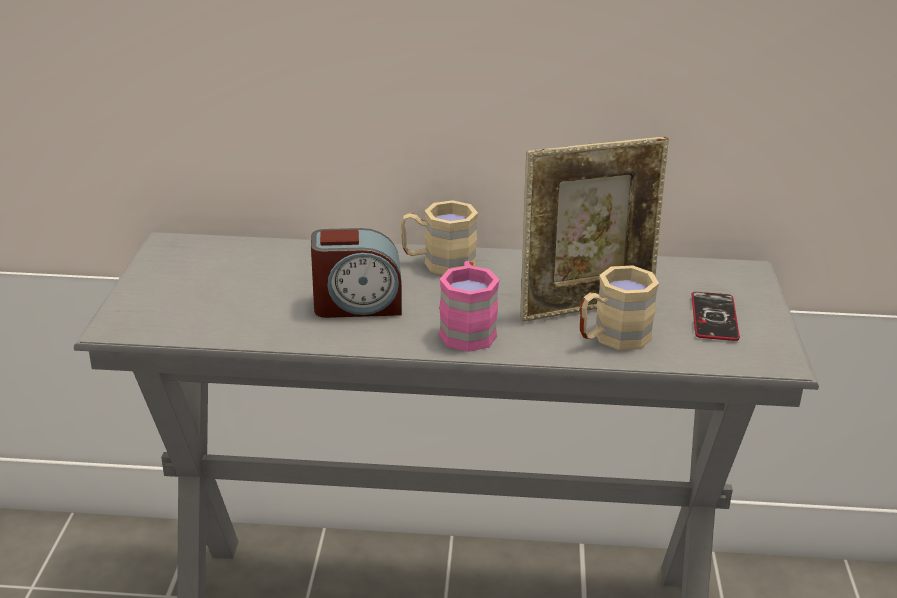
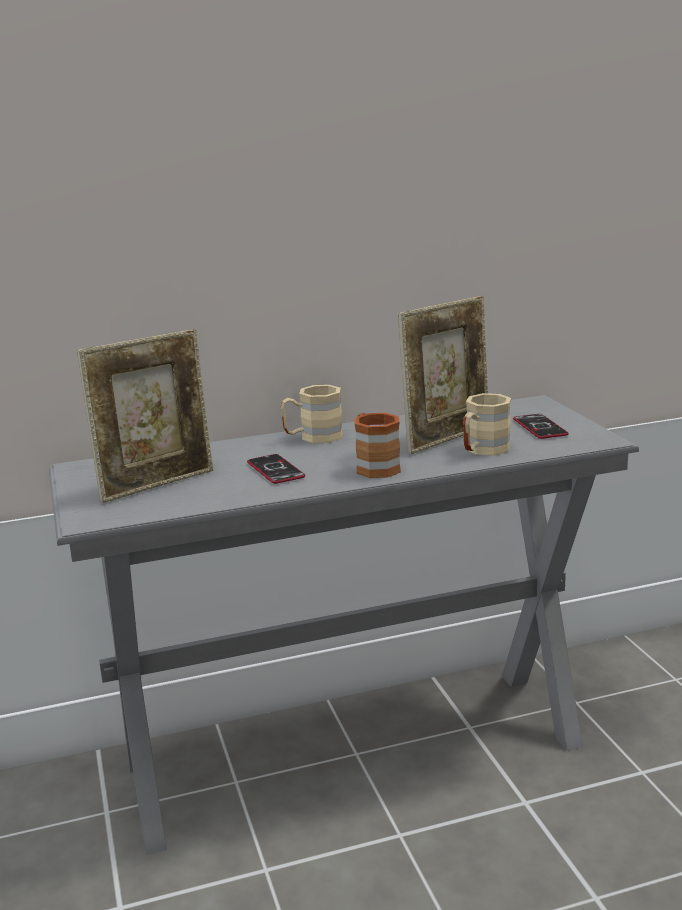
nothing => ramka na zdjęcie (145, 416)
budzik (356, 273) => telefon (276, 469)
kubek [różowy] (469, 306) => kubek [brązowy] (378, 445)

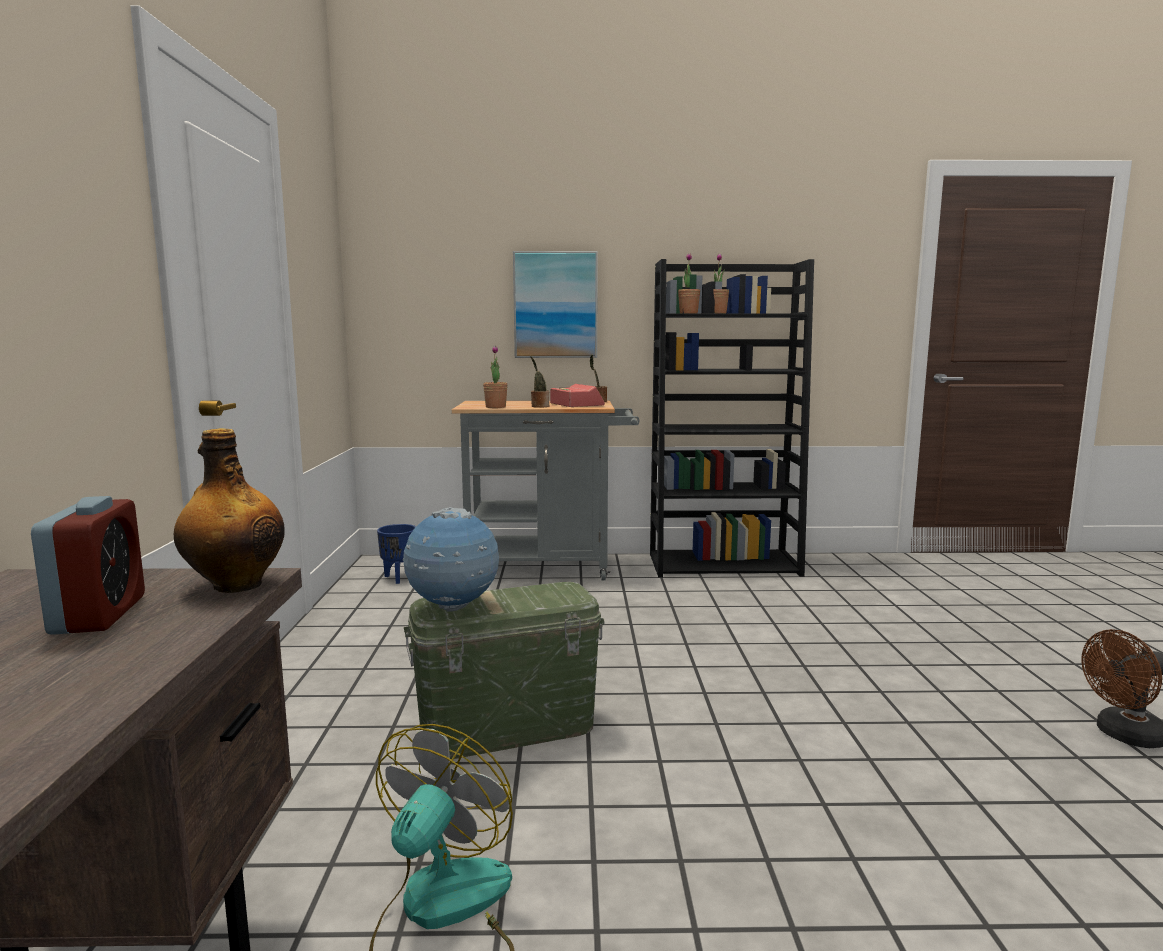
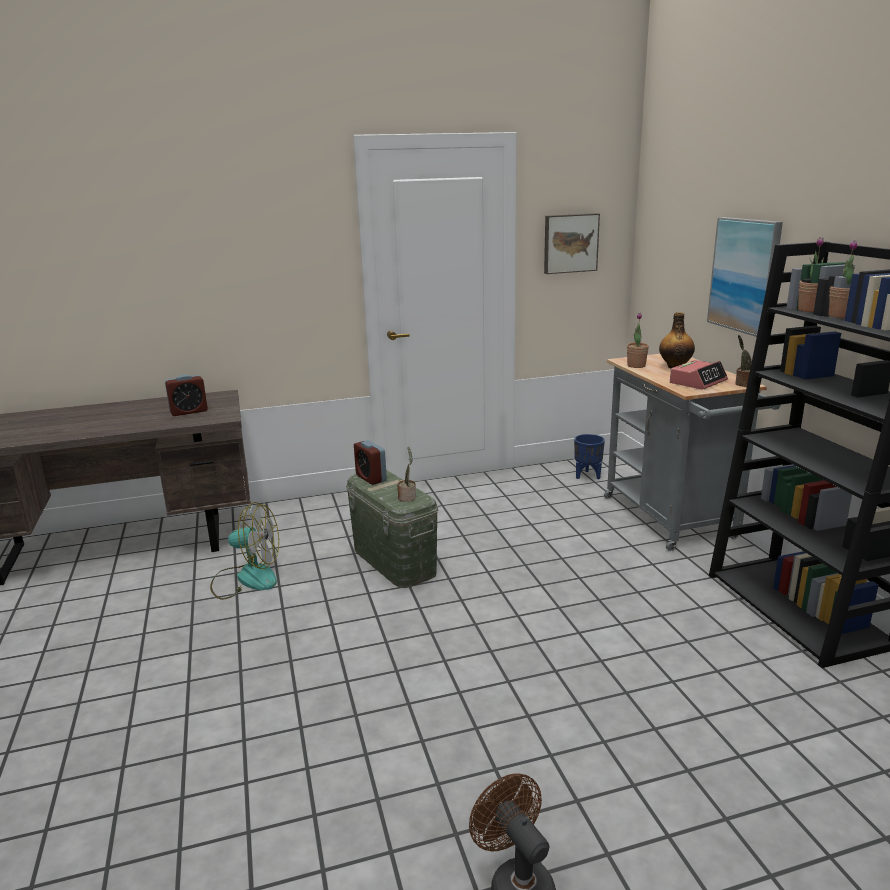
nothing => obraz (572, 243)
butelka (229, 510) => butelka (677, 340), moved
roślina doniczkowa (539, 382) => roślina doniczkowa (406, 474), moved
globus (451, 559) => budzik (370, 462)

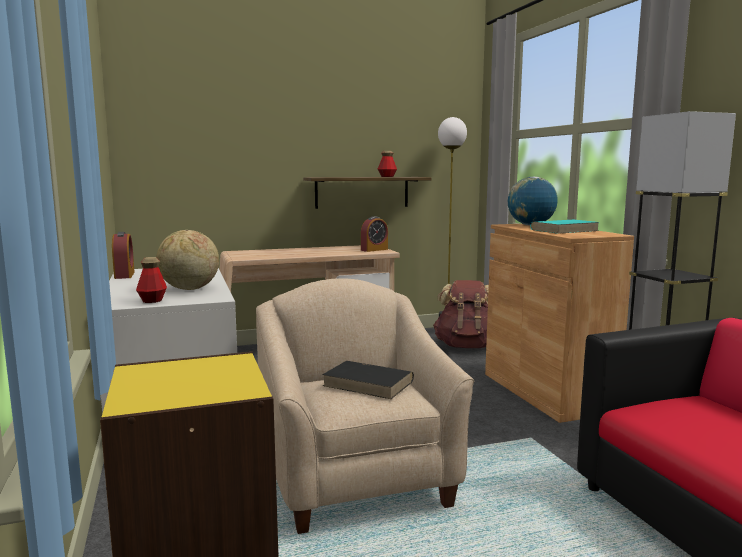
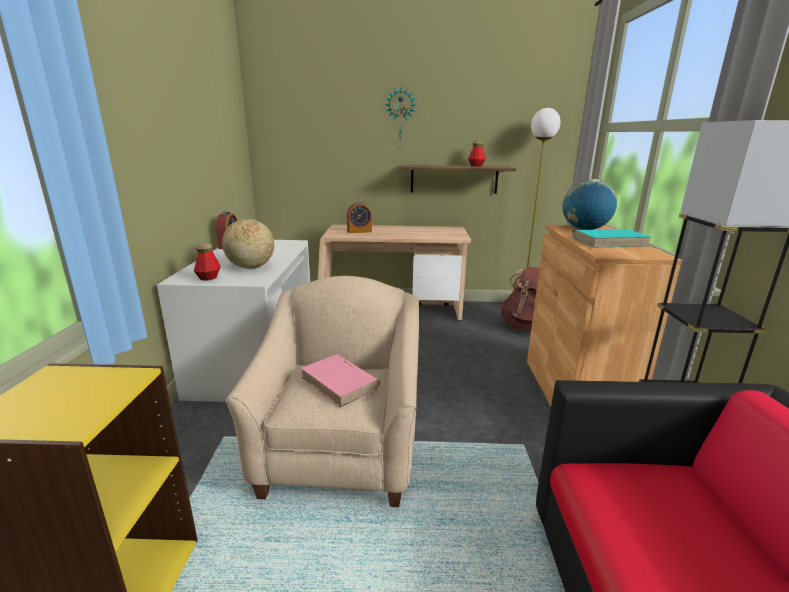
nothing => zegar ścienny (400, 117)
budzik (374, 234) => budzik (359, 217), moved
książka [czarny] (368, 380) => książka [różowy] (341, 381)

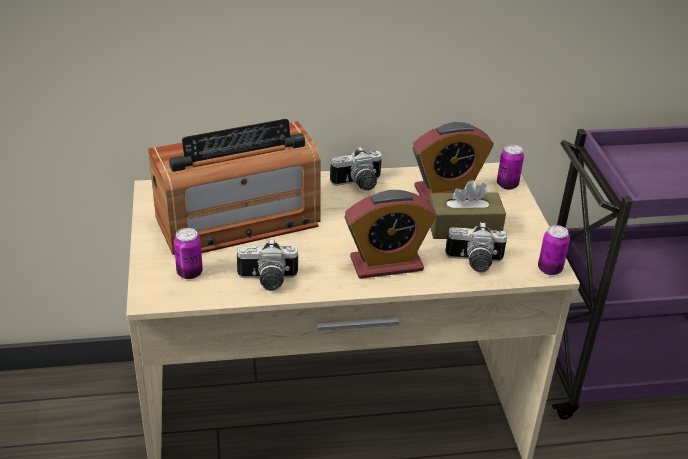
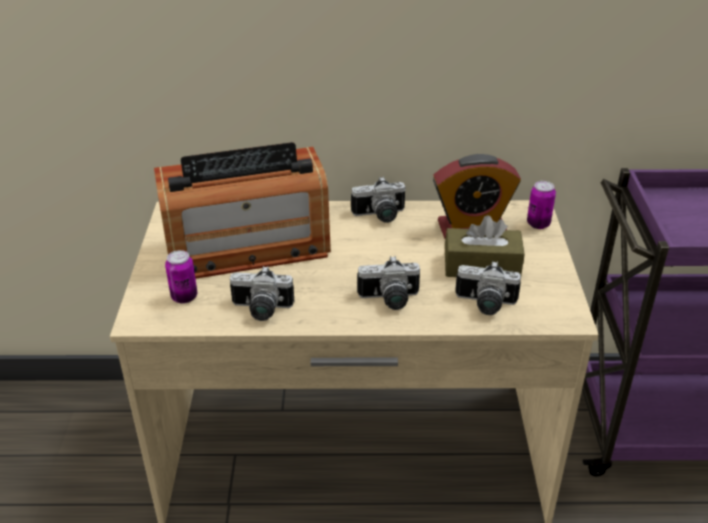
puszka (554, 250) => nothing
budzik (390, 234) => aparat fotograficzny (388, 283)

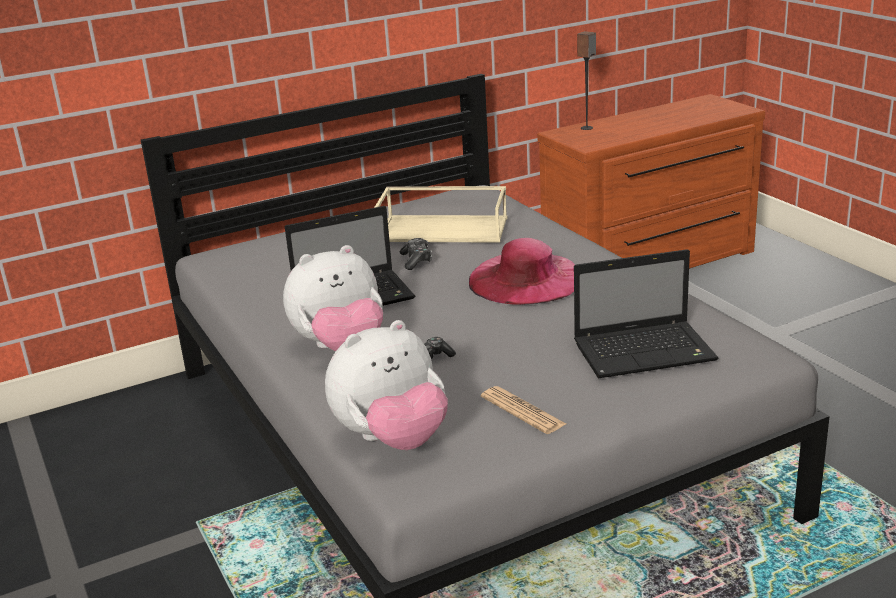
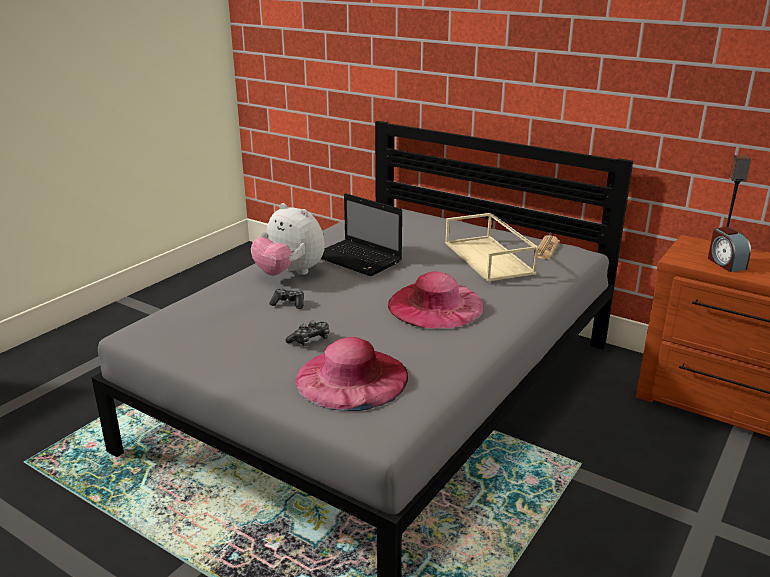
pluszak (386, 385) => nothing
nothing => budzik (729, 249)
pad do gier (416, 254) => pad do gier (307, 333), moved
gazeta (523, 410) => gazeta (546, 247), moved
laptop (646, 313) => kapelusz [różowy] (352, 374)

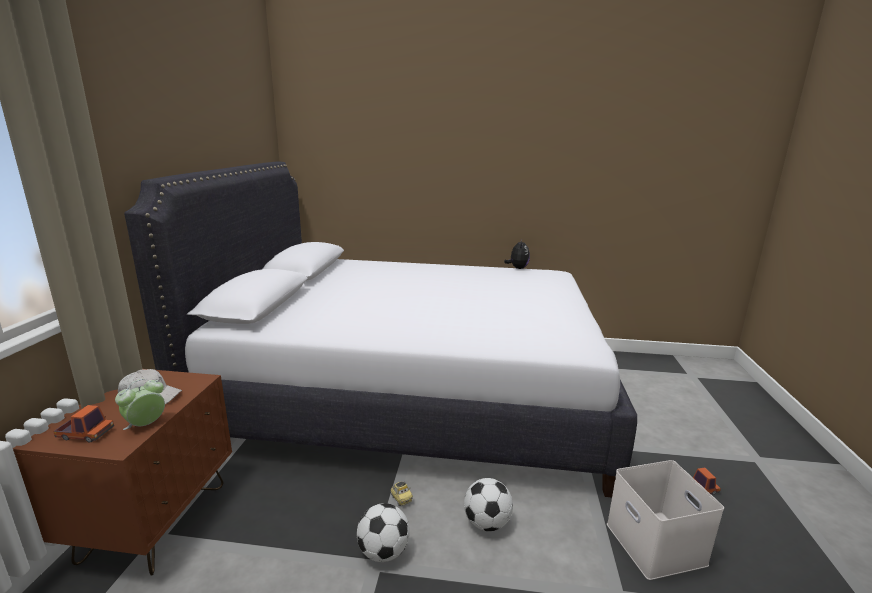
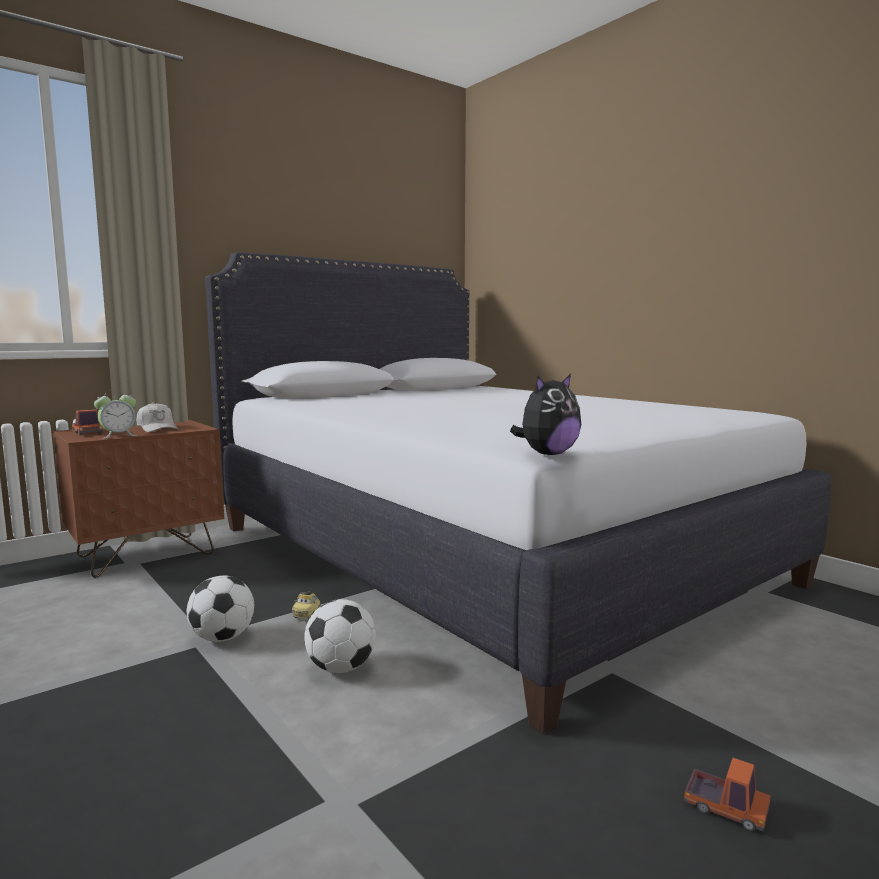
pojemnik do przechowywania [biały] (665, 520) => nothing
pluszak (517, 254) => pluszak (545, 414), moved
budzik (140, 404) => budzik (115, 414), 150 degrees clockwise

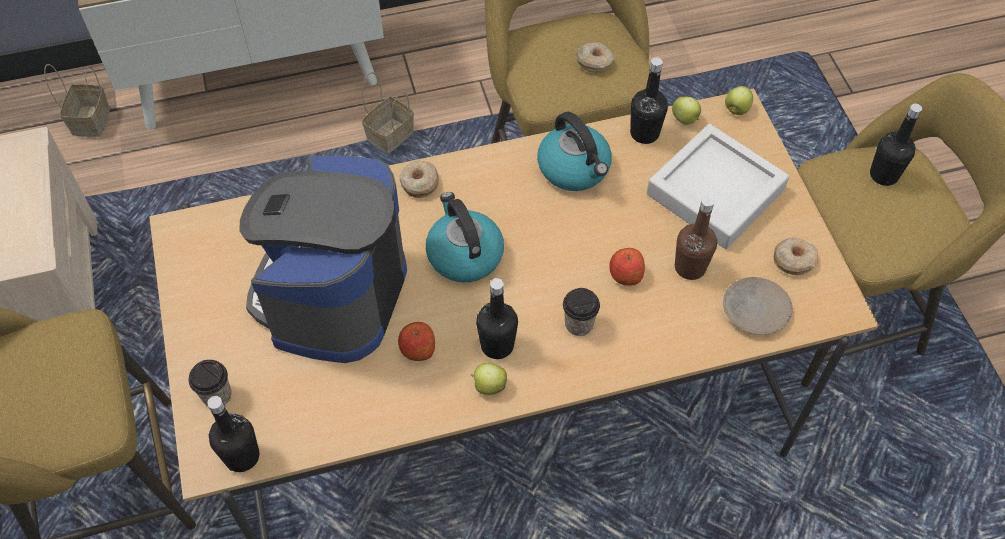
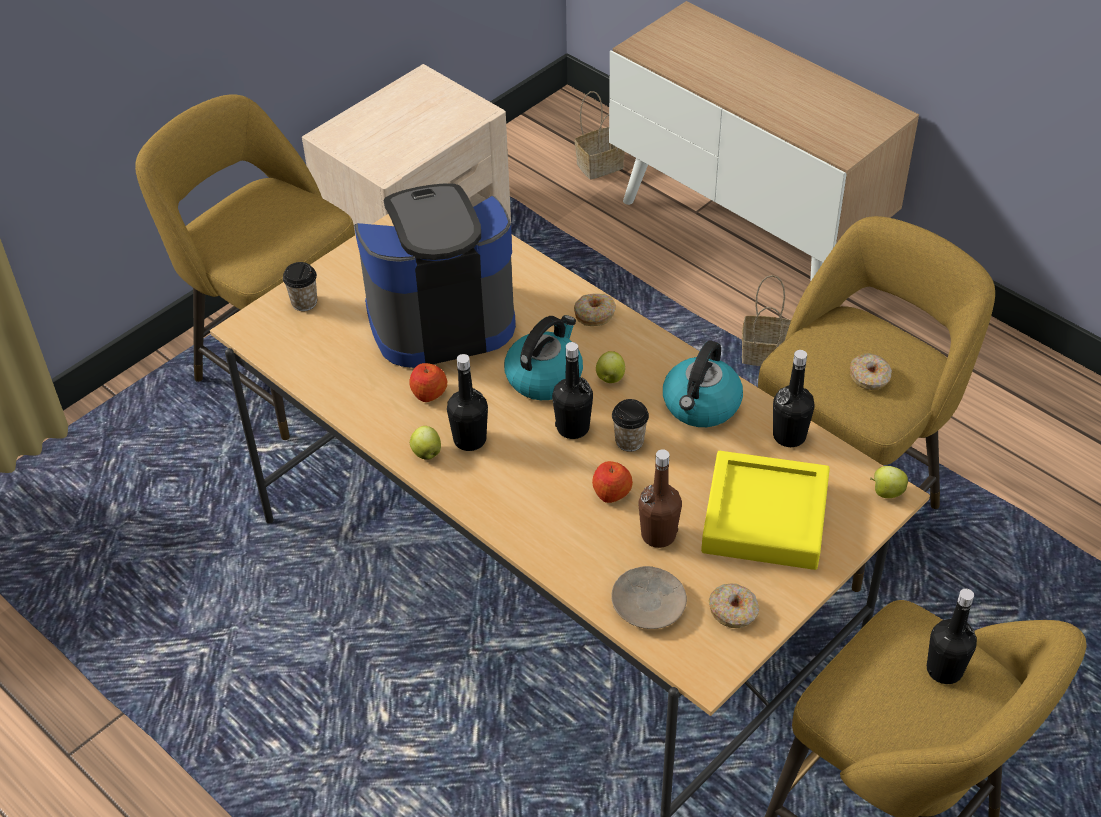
butelka [czarny] (233, 434) => butelka [czarny] (572, 390), moved
filiżanka (581, 312) => filiżanka (630, 425), moved
jabłko (686, 110) => jabłko (610, 367), moved
taca [szary] (718, 186) => taca [żółty] (765, 510)

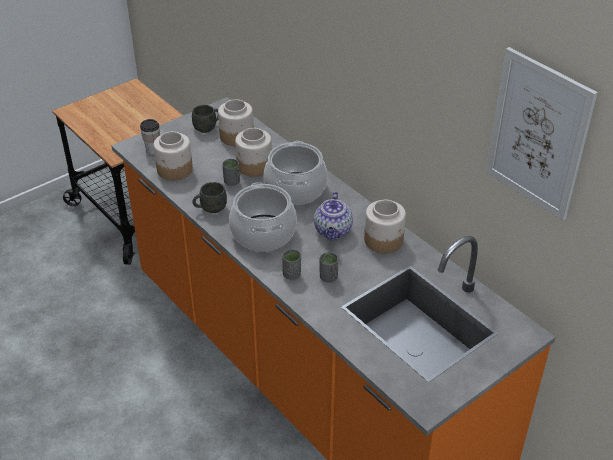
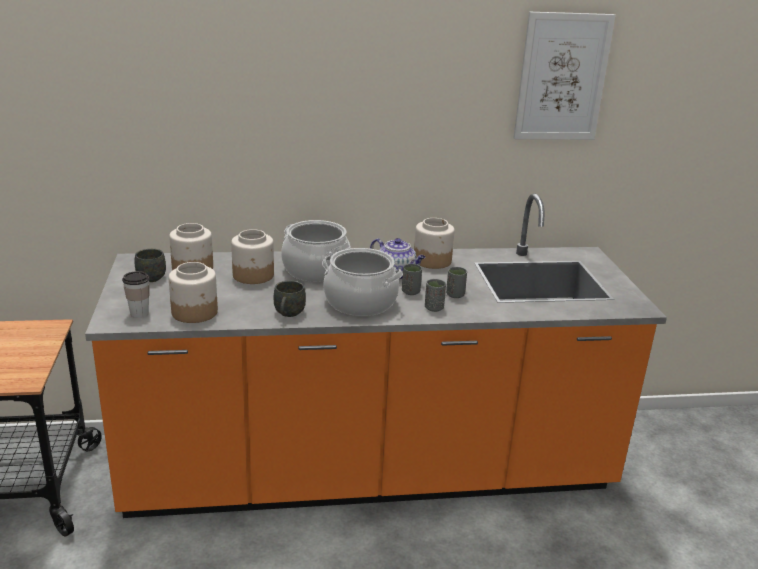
filiżanka [szary] (231, 172) => filiżanka [szary] (412, 279), moved

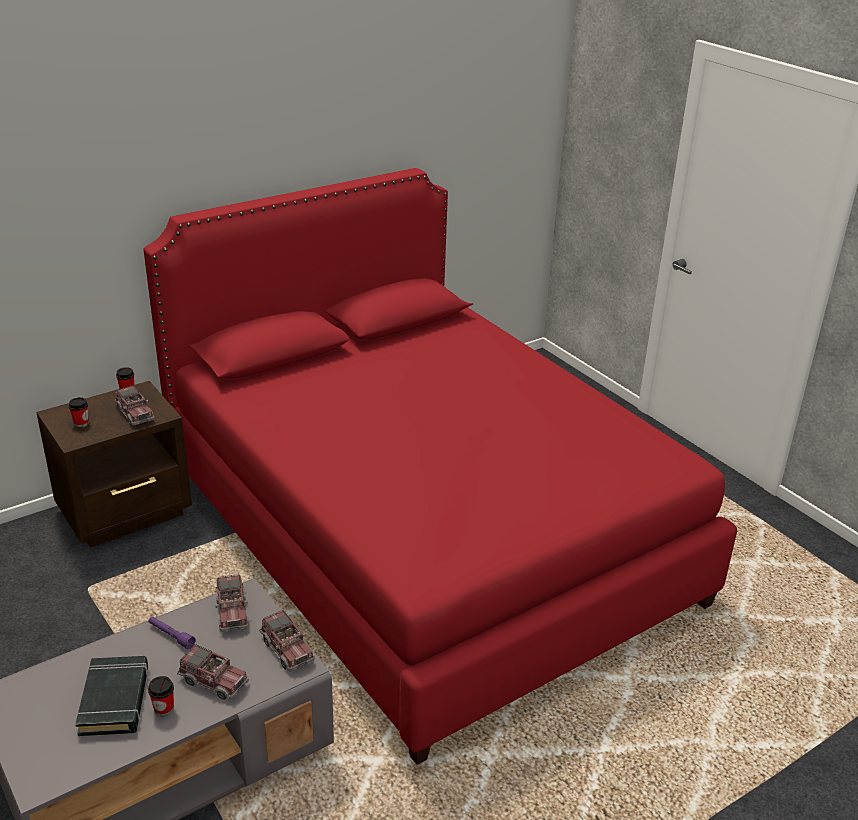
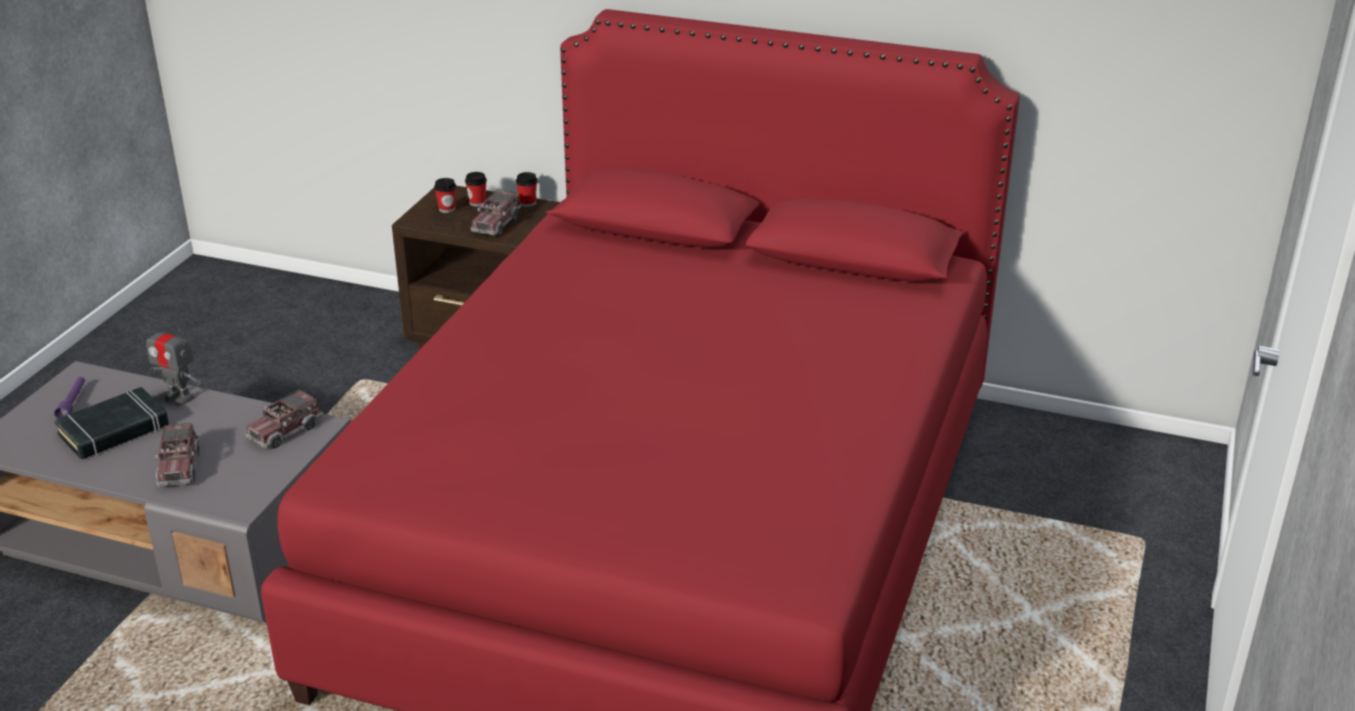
ciężarówka zabawkowa (287, 640) => nothing
nothing => robot zabawkowy (174, 361)
latarka [fioletowy] (172, 632) => latarka [fioletowy] (69, 398), moved
filiżanka (161, 696) => filiżanka (476, 189), moved

